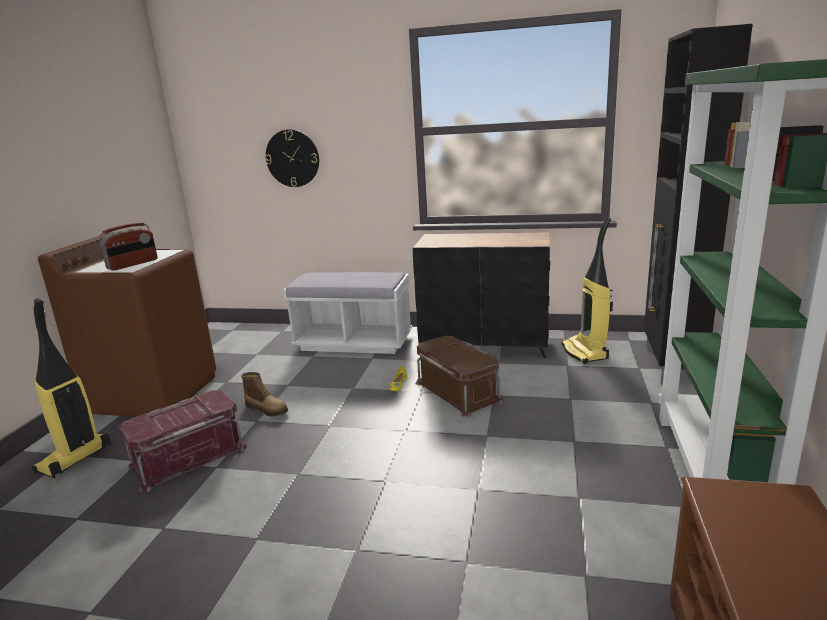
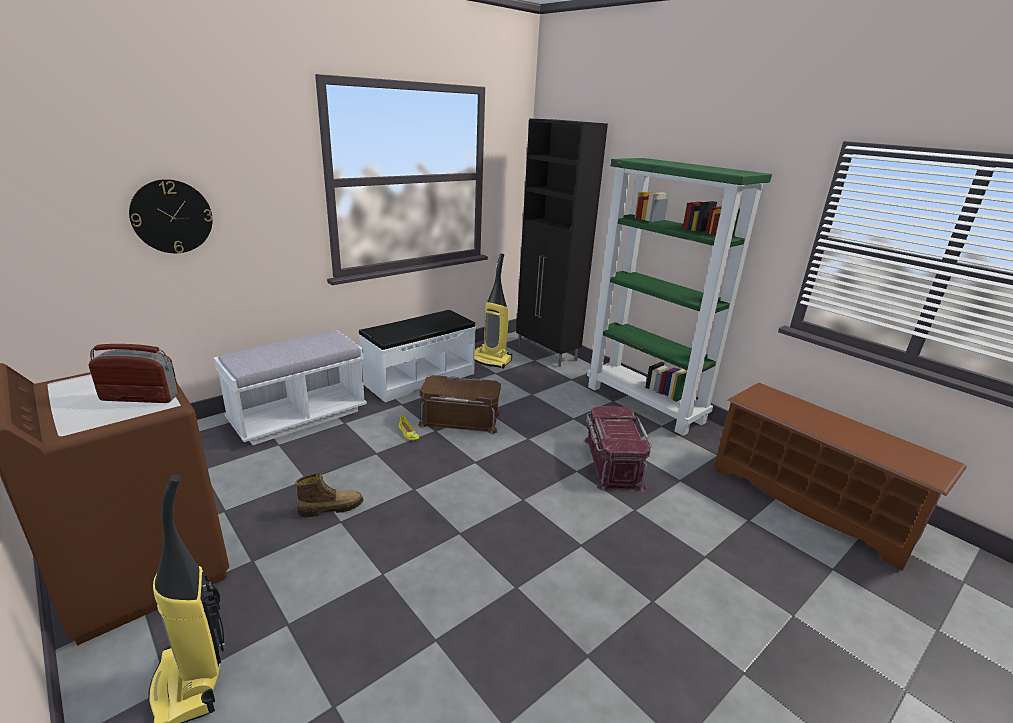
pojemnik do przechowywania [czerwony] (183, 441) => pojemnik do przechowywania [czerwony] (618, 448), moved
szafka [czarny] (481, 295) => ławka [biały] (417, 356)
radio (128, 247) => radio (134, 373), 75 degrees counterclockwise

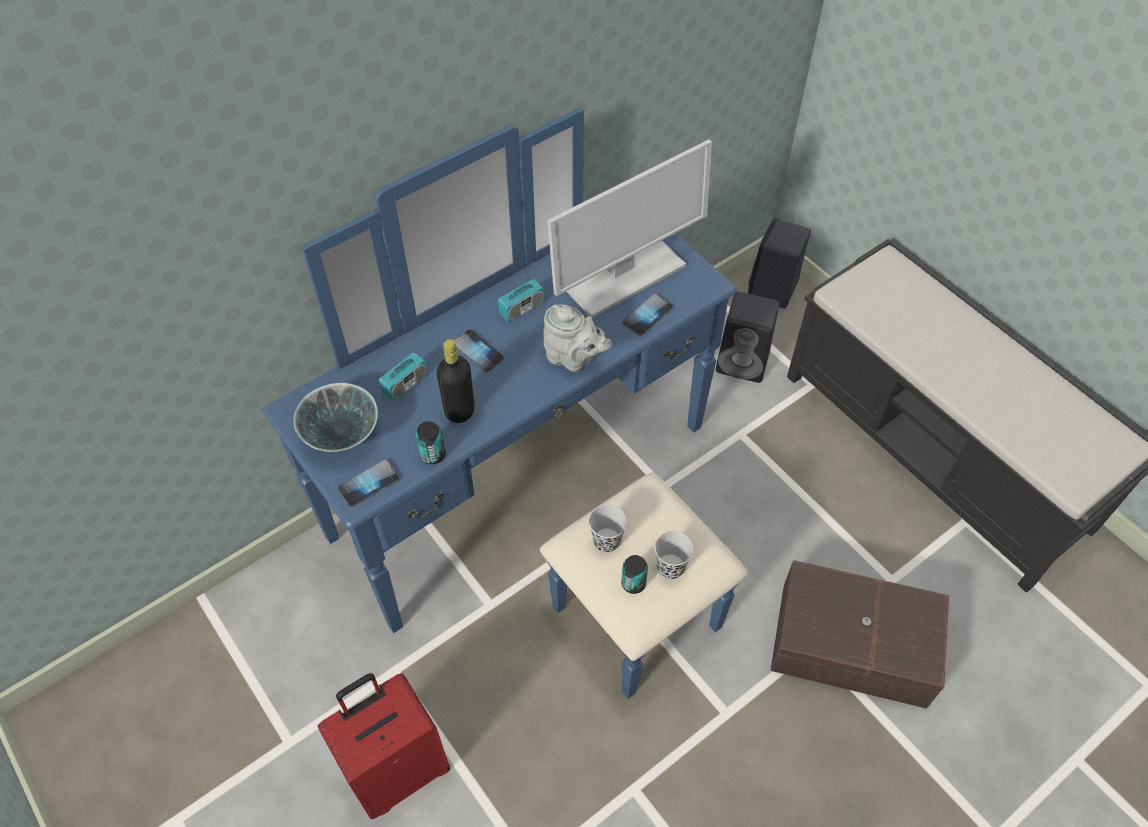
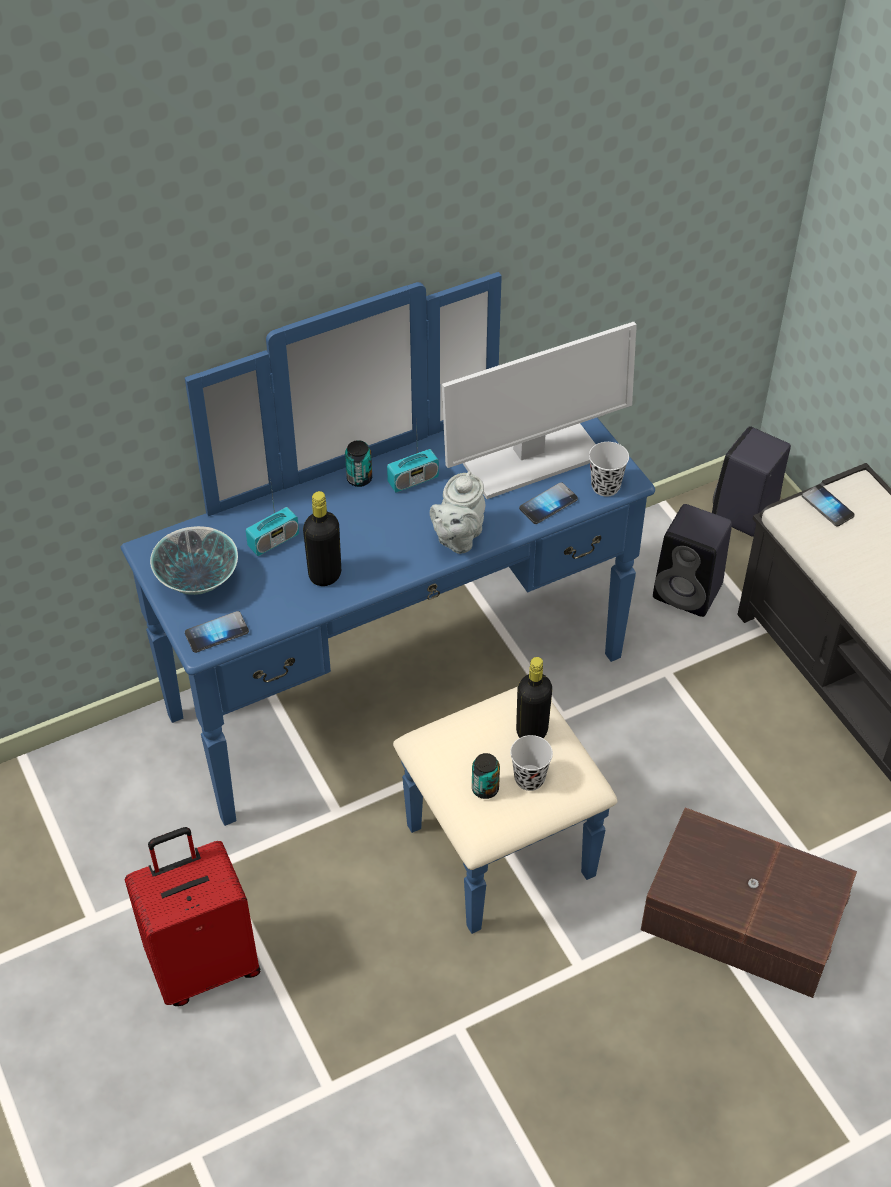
nothing => butelka [czarny] (534, 697)
puszka (430, 443) => puszka (358, 463), moved
telefon (479, 351) => telefon (828, 505), moved
filiżanka [czarny] (608, 529) => filiżanka [czarny] (609, 469), moved
imbryk [szary] (578, 338) => imbryk [szary] (457, 512), 75 degrees clockwise

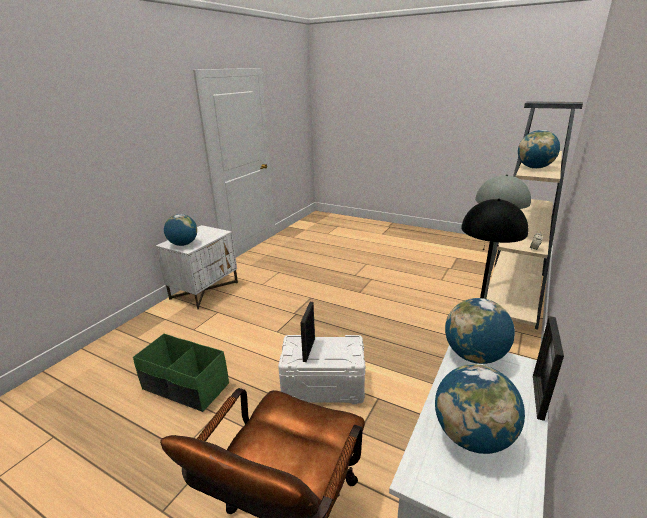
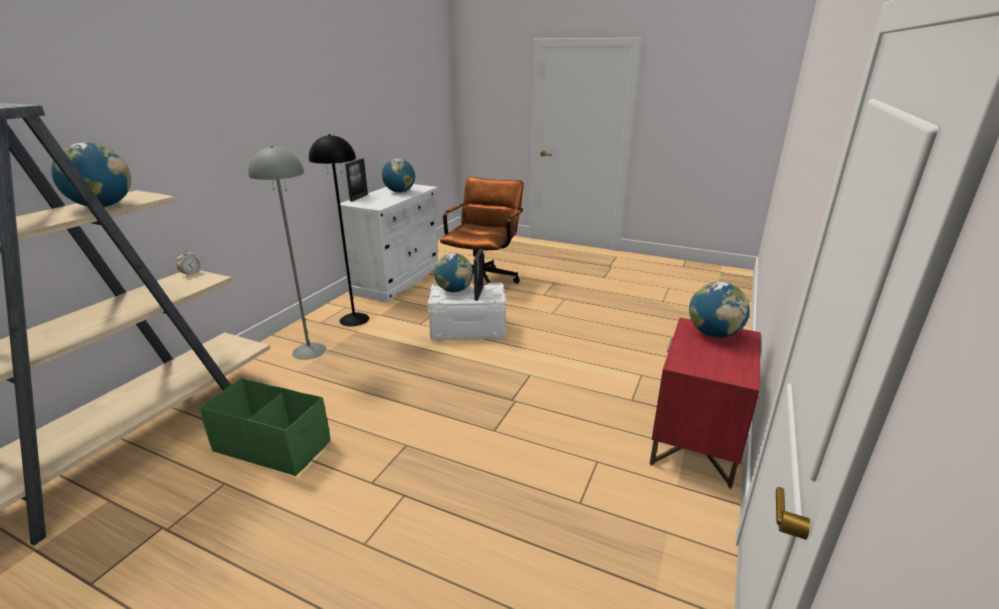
pojemnik do przechowywania [zielony] (181, 373) => pojemnik do przechowywania [zielony] (264, 427), moved
globus (480, 331) => globus (453, 272), moved
szafka nocna [biały] (197, 267) => szafka nocna [czerwony] (705, 403)

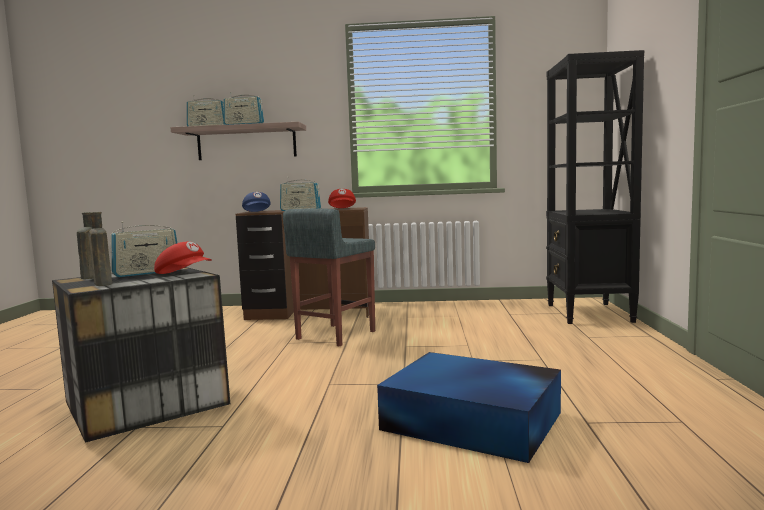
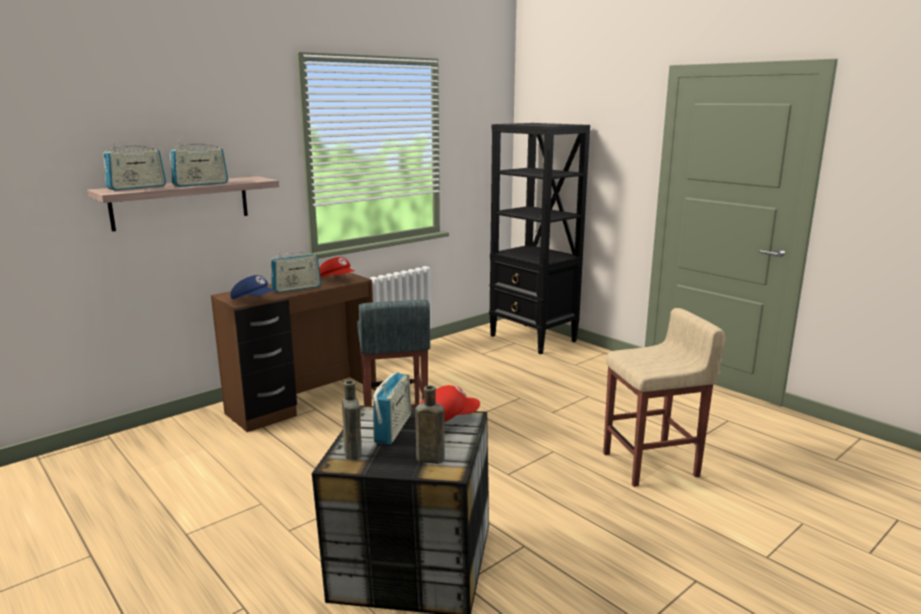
pojemnik do przechowywania [niebieski] (469, 407) => stołek [beżowy] (664, 397)

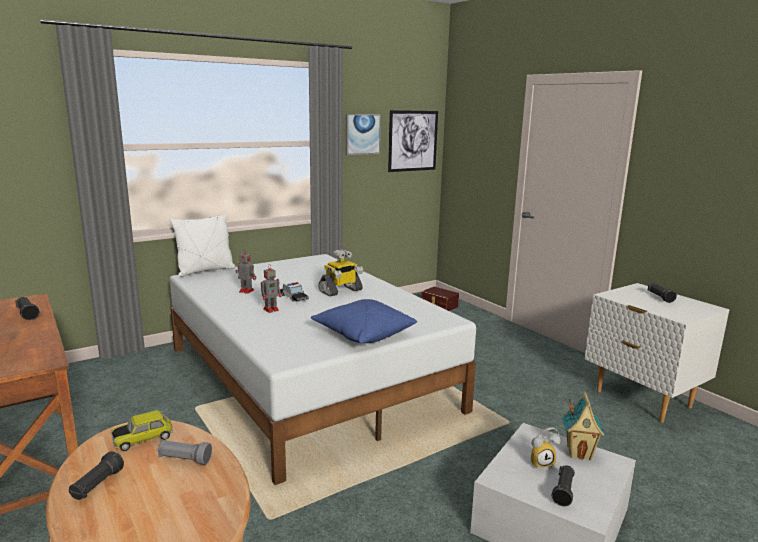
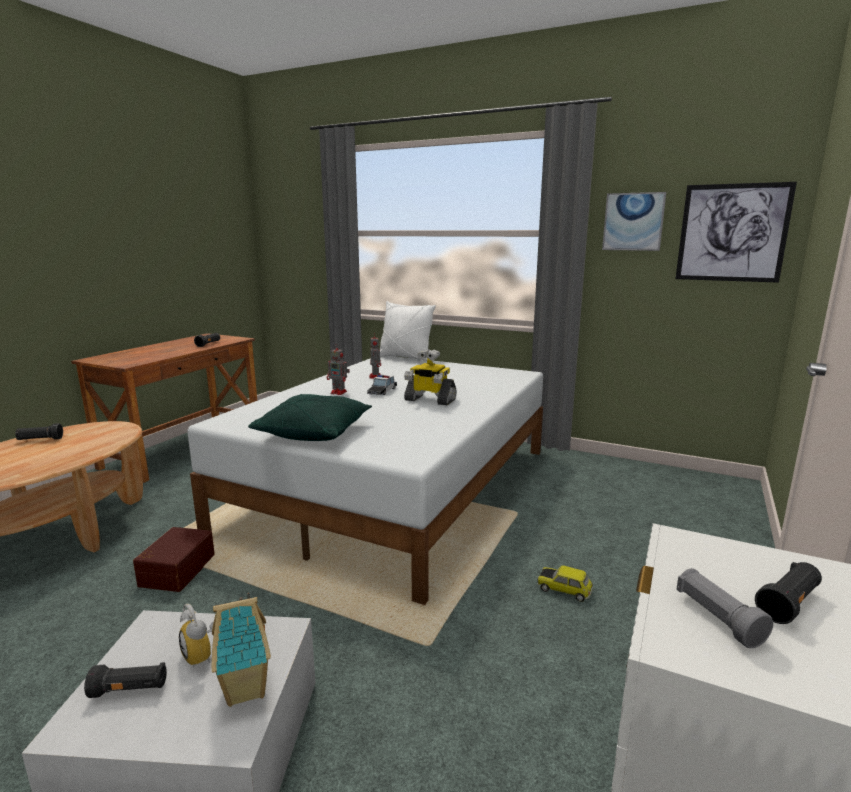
samochodzik (141, 430) => samochodzik (565, 583), moved
latarka [szary] (185, 452) => latarka [szary] (724, 608), moved
pojemnik do przechowywania [brązowy] (440, 299) => pojemnik do przechowywania [brązowy] (174, 559), moved
poduszka [niebieski] (364, 321) => poduszka [zielony] (310, 417)

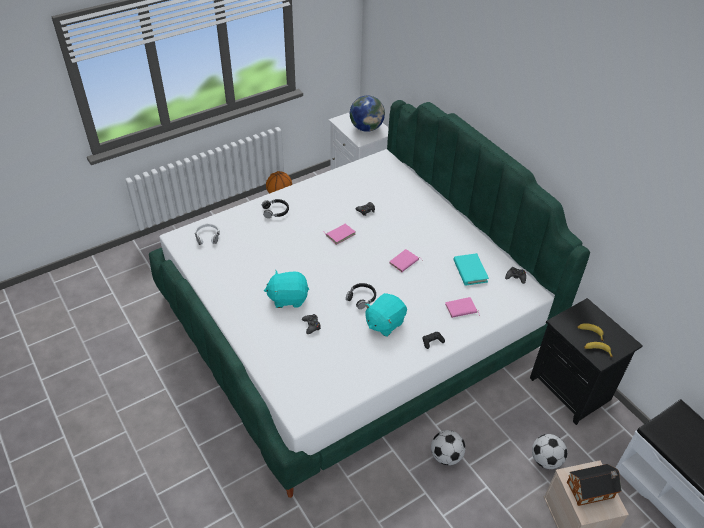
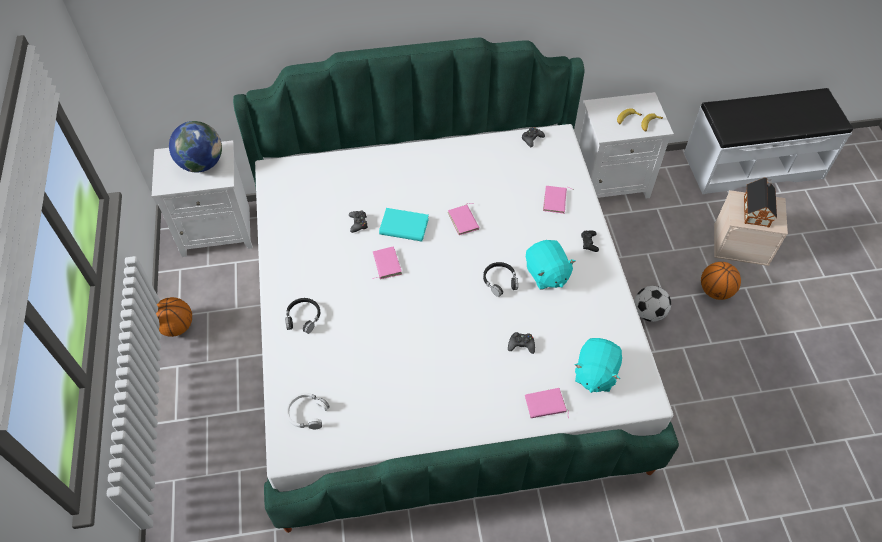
piłka futbolowa (549, 451) => nothing
nothing => książka [różowy] (547, 403)
nothing => piłka do koszykówki (721, 281)
pluszak [turkusowy] (286, 289) => pluszak [turkusowy] (598, 365), moved
książka [turkusowy] (471, 269) => książka [turkusowy] (404, 224), moved
szafka nocna [czarny] (586, 361) => szafka nocna [biały] (626, 145)

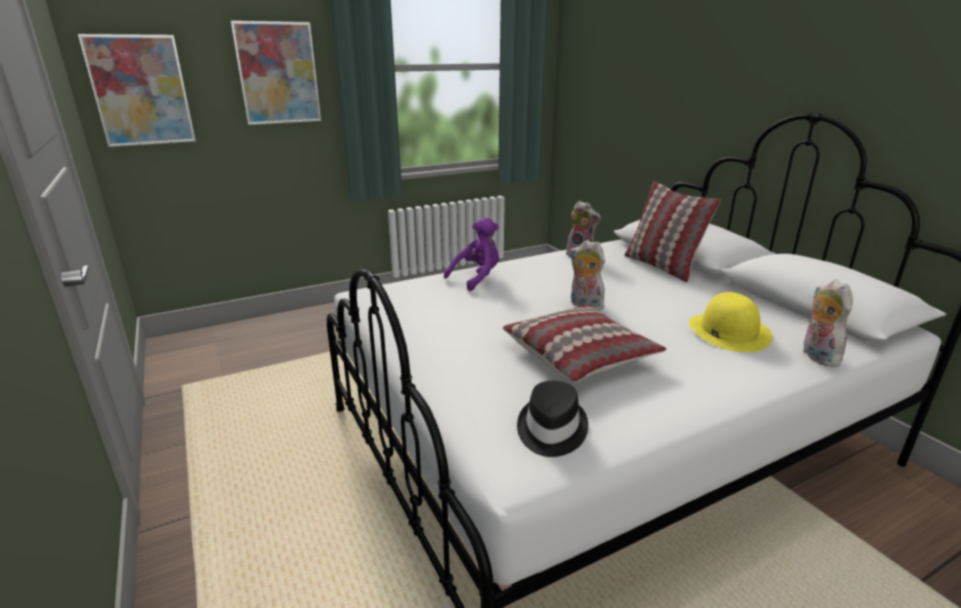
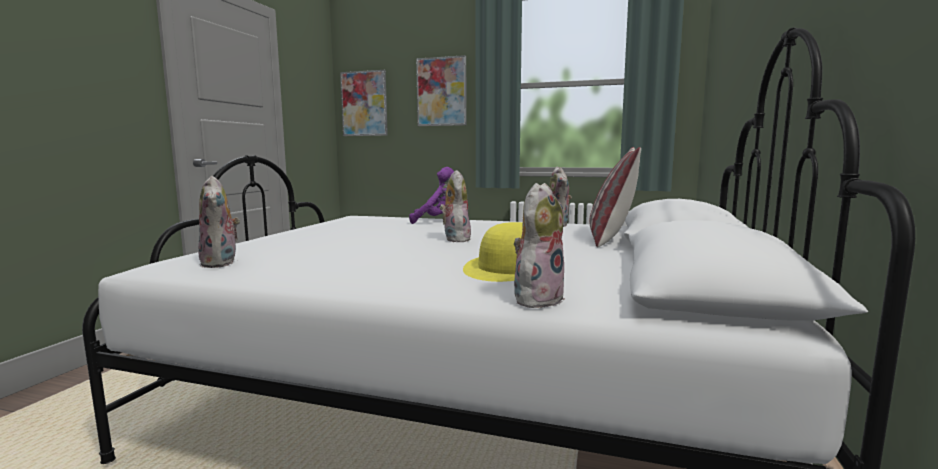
poduszka (584, 343) => nothing
kapelusz [czarny] (552, 419) => pluszak (219, 222)

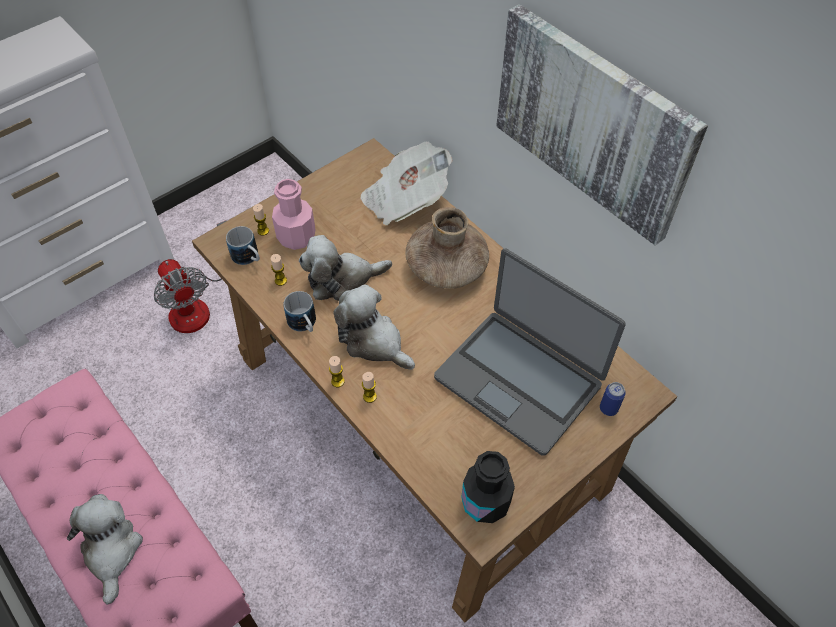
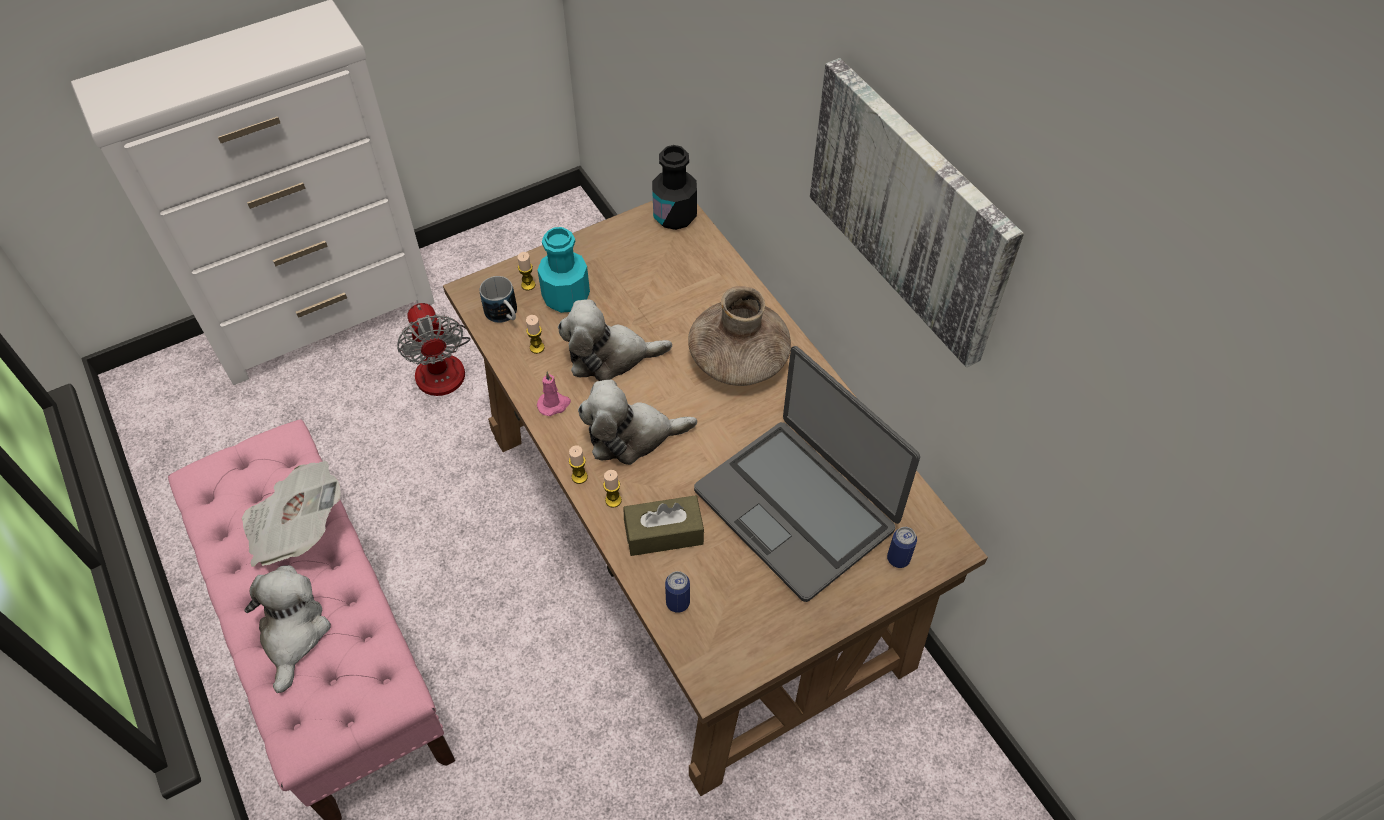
nothing => pudełko chusteczek [brązowy] (664, 525)
nothing => puszka (677, 592)
gazeta (406, 183) => gazeta (291, 514), moved
butelka [czarny] (488, 487) => butelka [czarny] (674, 187), moved
kubek (299, 311) => świeca [różowy] (554, 394)
butelka [różowy] (294, 214) => butelka [turkusowy] (564, 270)
pluszak (374, 327) => pluszak (637, 422), 60 degrees counterclockwise

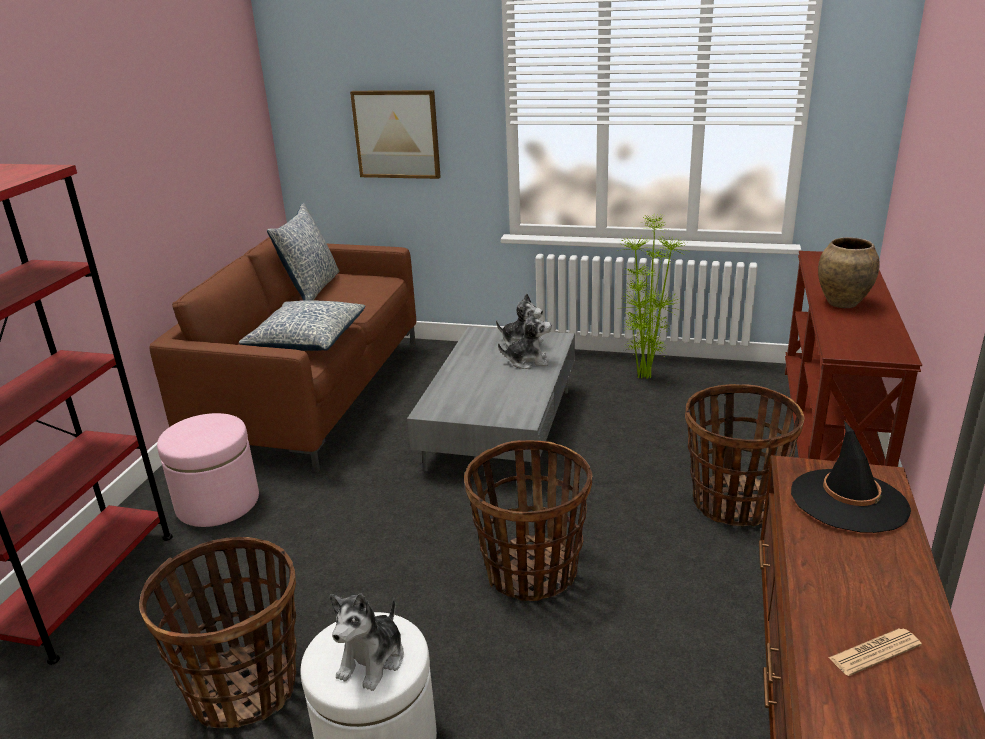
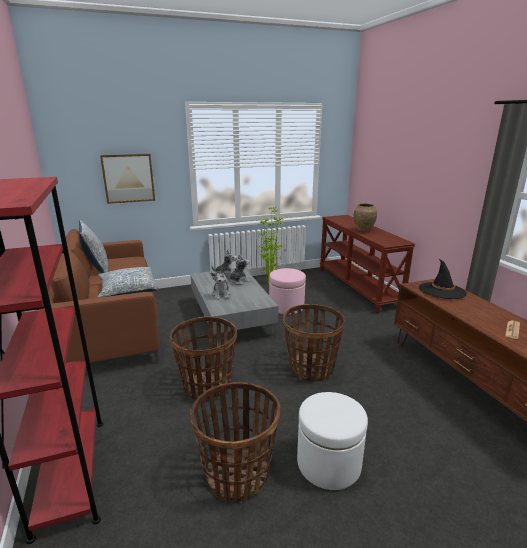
pufa [różowy] (208, 470) => pufa [różowy] (287, 291), moved
pluszak (367, 642) => pluszak (221, 284), moved
koszyk (744, 455) => koszyk (203, 358), moved

